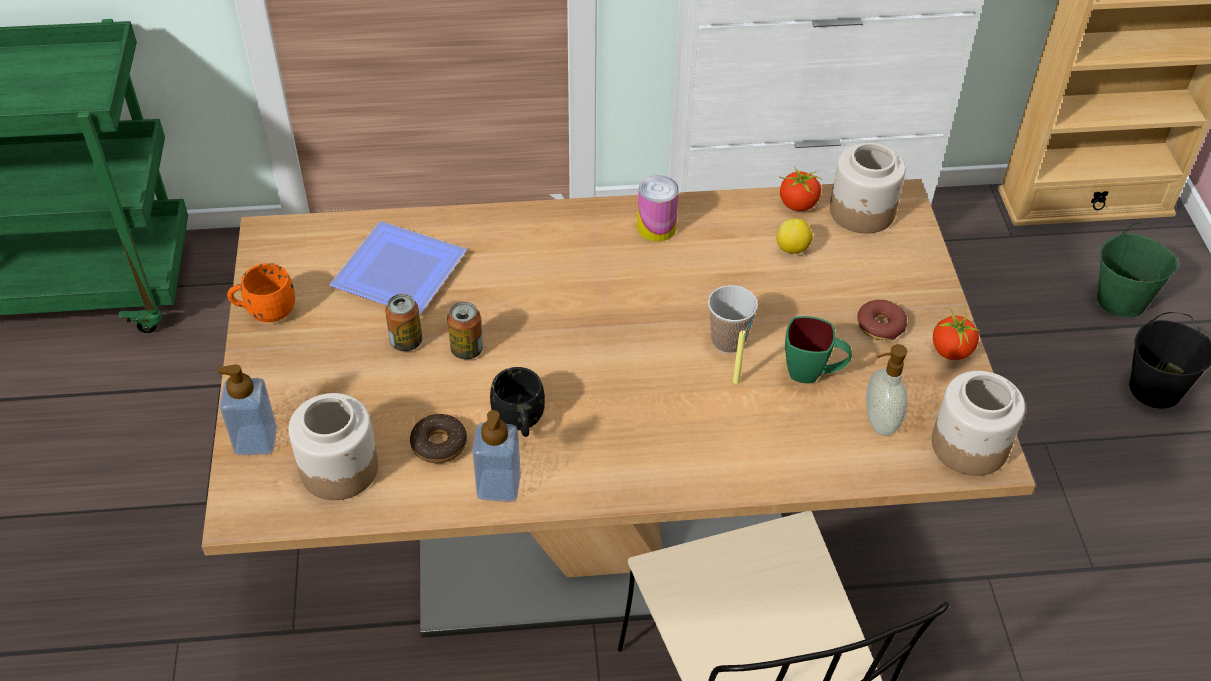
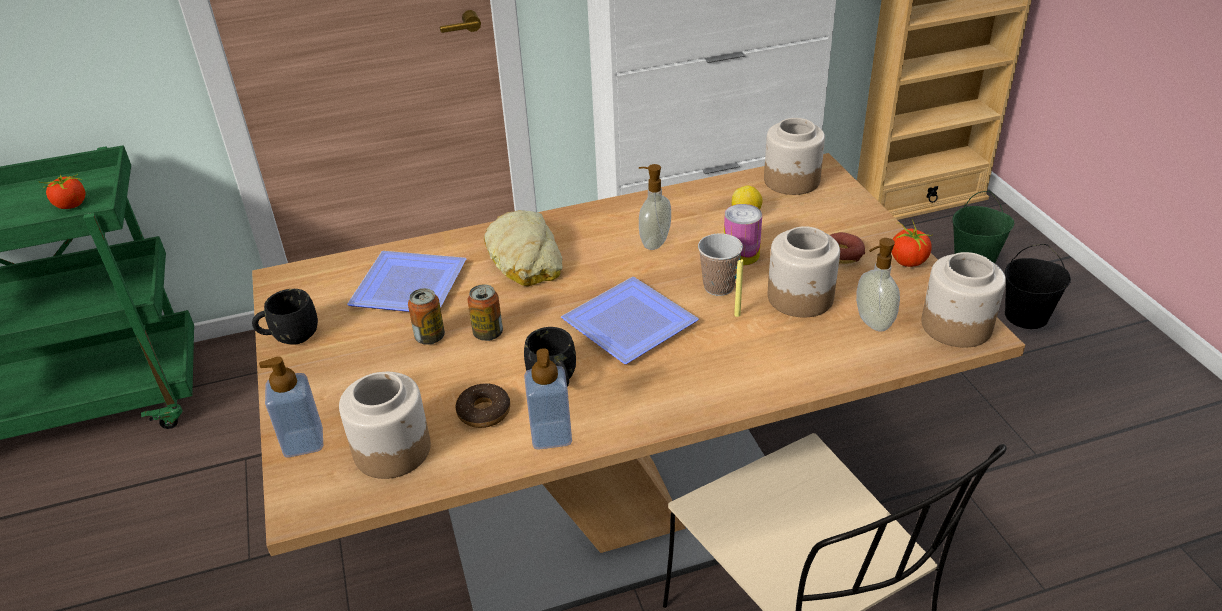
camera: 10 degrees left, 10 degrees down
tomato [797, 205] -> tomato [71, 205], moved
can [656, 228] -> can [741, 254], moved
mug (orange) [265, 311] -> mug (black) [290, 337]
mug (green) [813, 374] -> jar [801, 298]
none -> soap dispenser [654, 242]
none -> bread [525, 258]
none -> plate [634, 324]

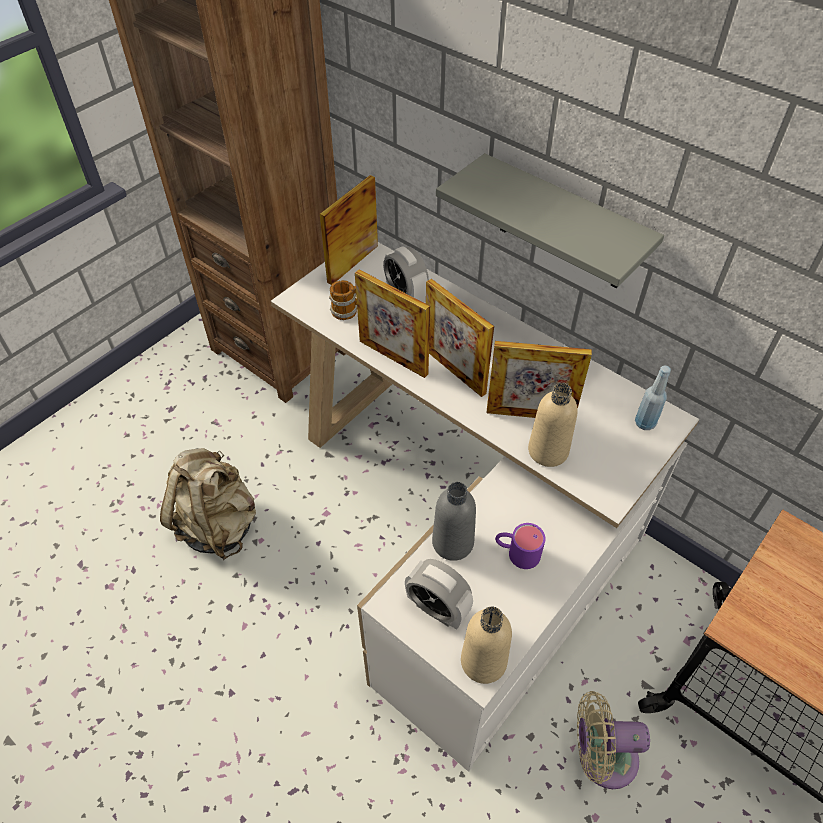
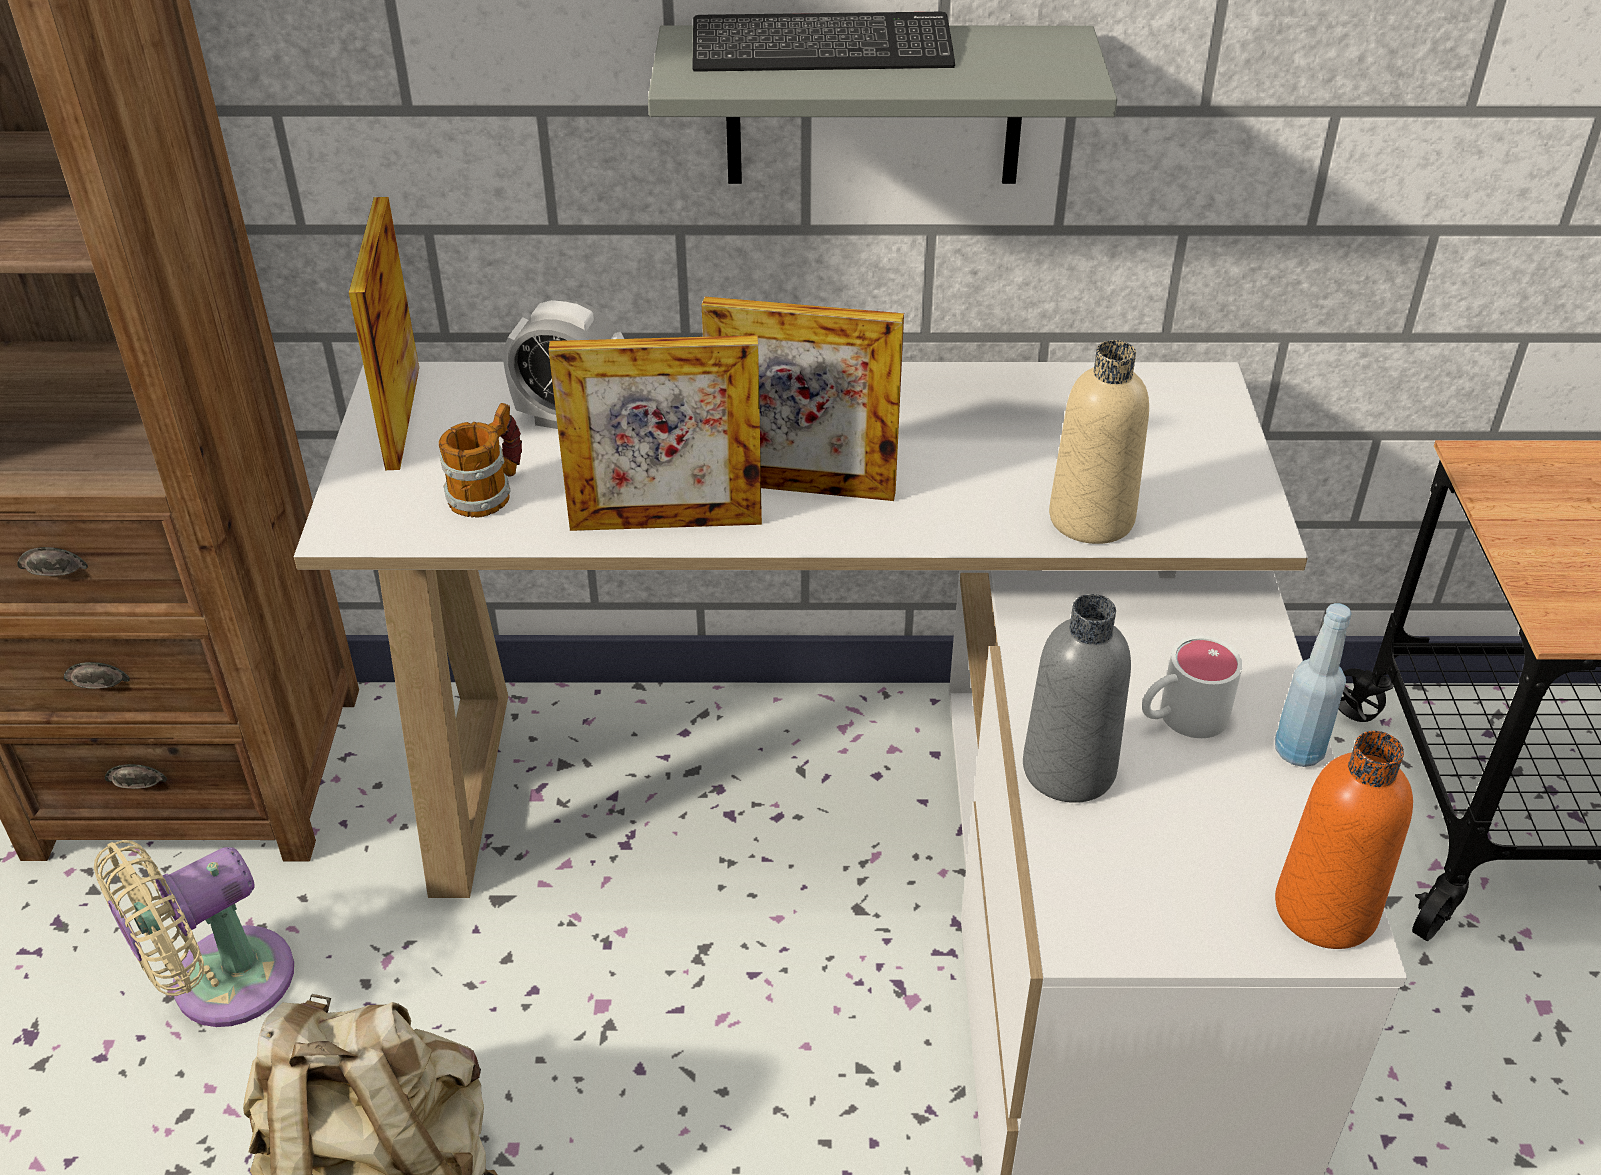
camera: 40 degrees left, 10 degrees down
picture frame [530, 414] -> none
bottle (blue) [644, 423] -> bottle (blue) [1298, 751], moved
mug (purple) [517, 552] -> mug (white) [1180, 718]
alarm clock [437, 608] -> none
bottle (beige) [483, 661] -> bottle (orange) [1325, 910]
fan (beige) [601, 757] -> fan (beige) [220, 984], moved
none -> keyboard [822, 50]

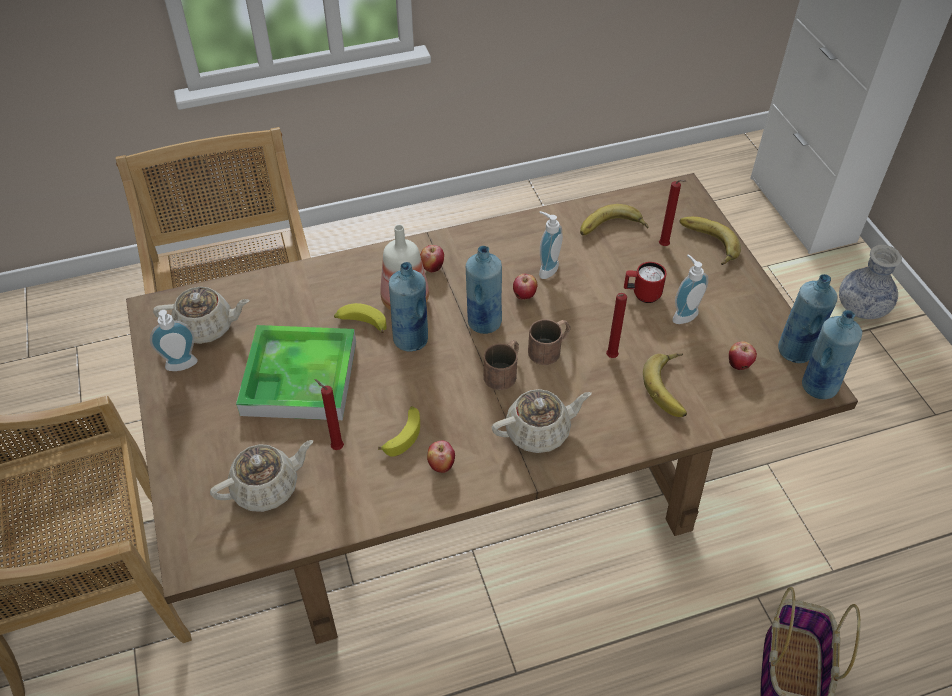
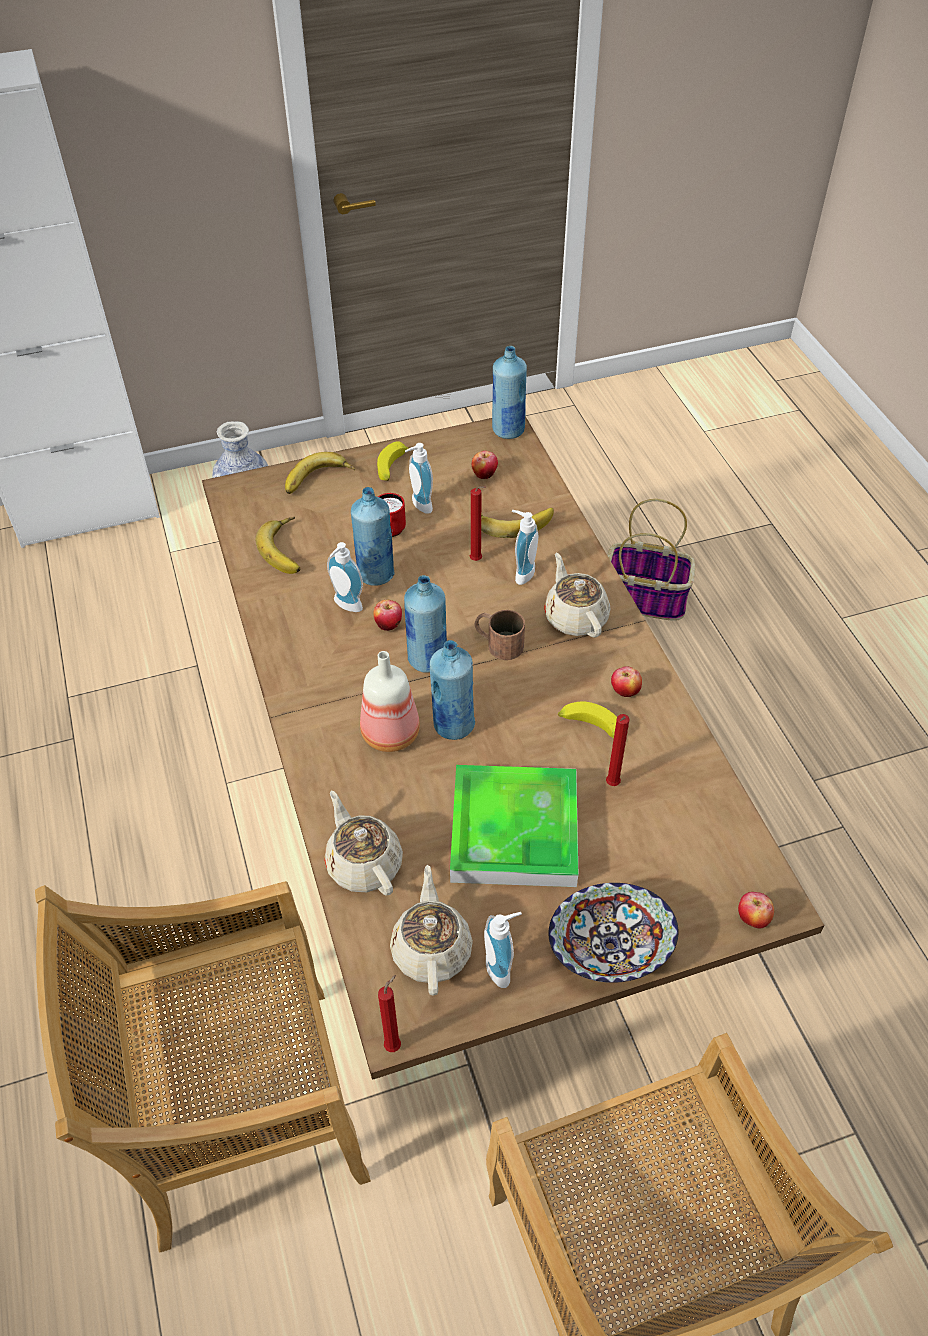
camera: 90 degrees left, 0 degrees up
candle (red) [665, 246] -> candle (red) [395, 1044], moved
apple [432, 267] -> apple [752, 919], moved
bottle (blue) [795, 351] -> bottle (blue) [376, 574], moved
banana [361, 323] -> banana [392, 468], moved
mug (brown) [550, 348] -> none
teapot (beige) [267, 487] -> teapot (beige) [363, 863], moved
none -> soap dispenser [521, 573]
none -> bowl [609, 946]

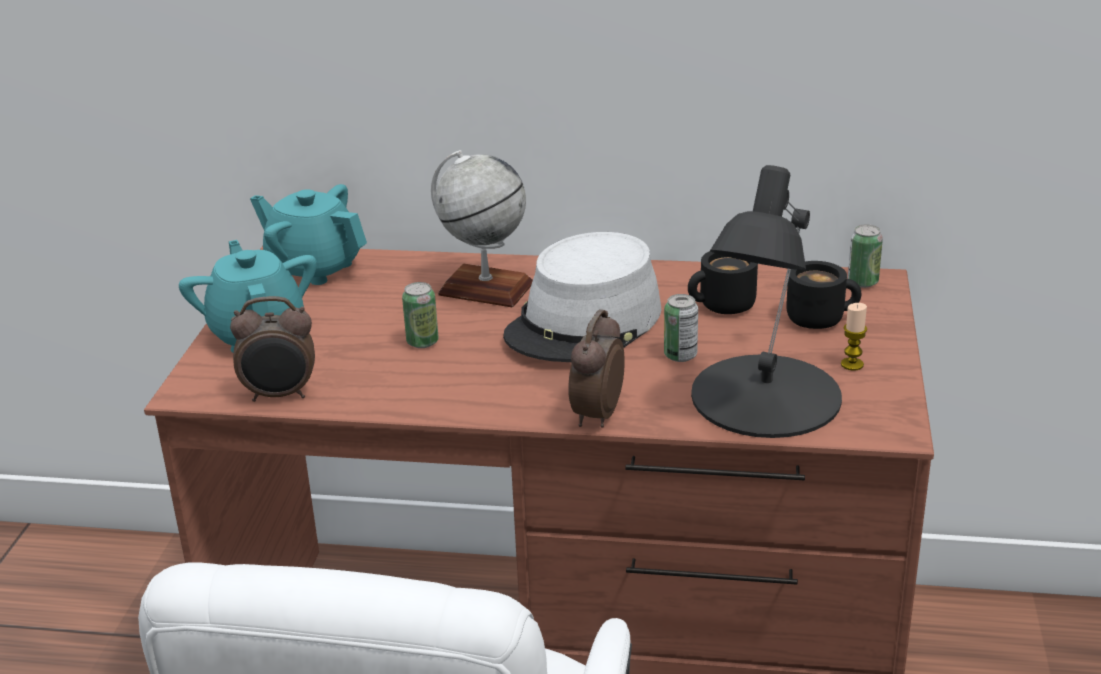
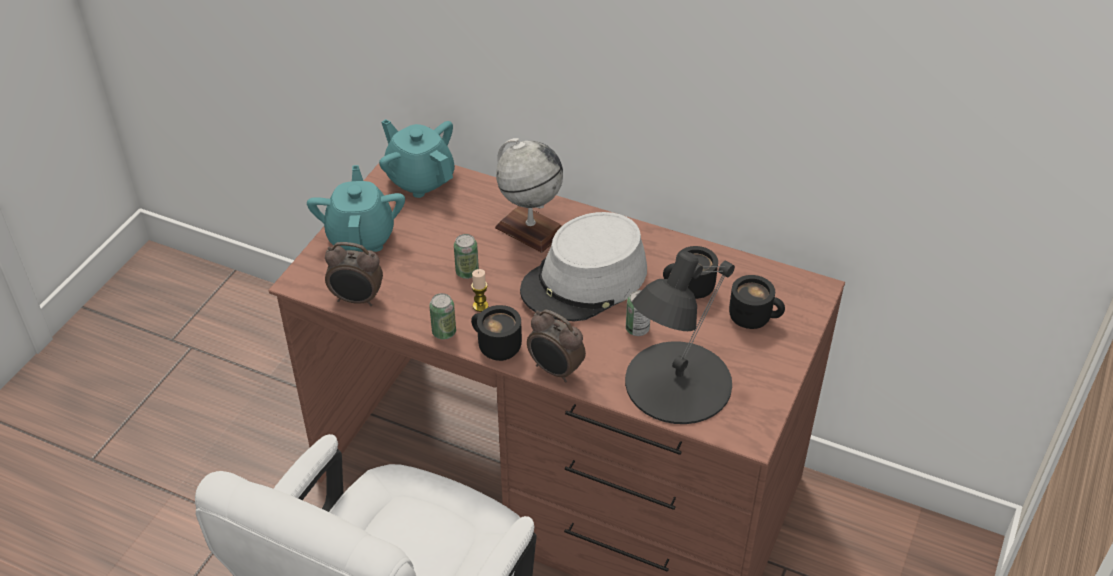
camera: 15 degrees right, 15 degrees up
can [862, 282] -> can [444, 332], moved
candle [852, 364] -> candle [480, 306], moved
alarm clock [596, 415] -> alarm clock [555, 371], 90 degrees counterclockwise
none -> mug (black) [495, 347]

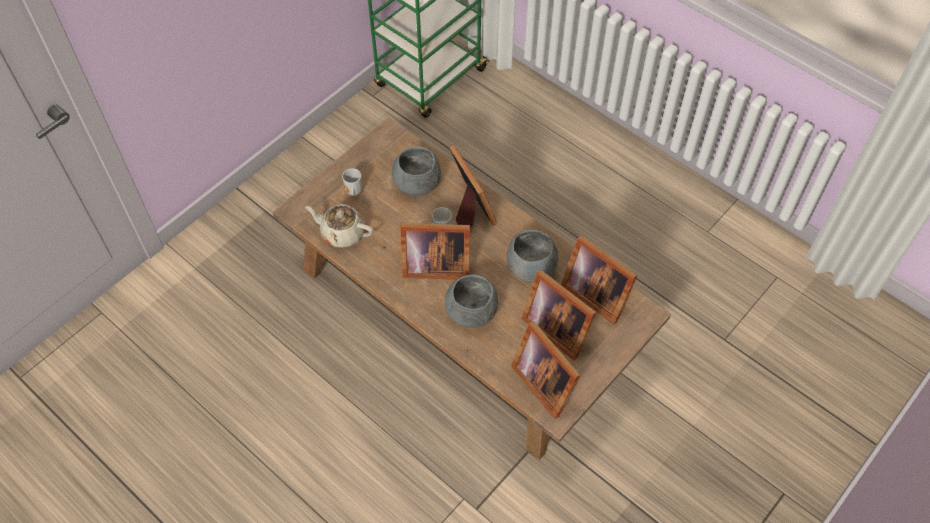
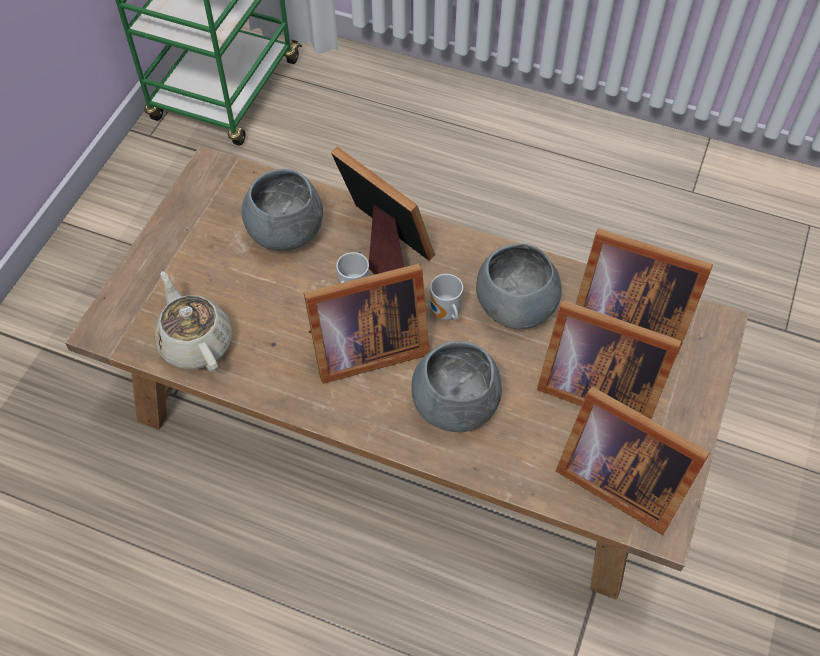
camera: 20 degrees left, 0 degrees up
mug [353, 192] -> mug [445, 314], moved
teapot (beige) [342, 233] -> teapot (beige) [196, 342], 60 degrees clockwise

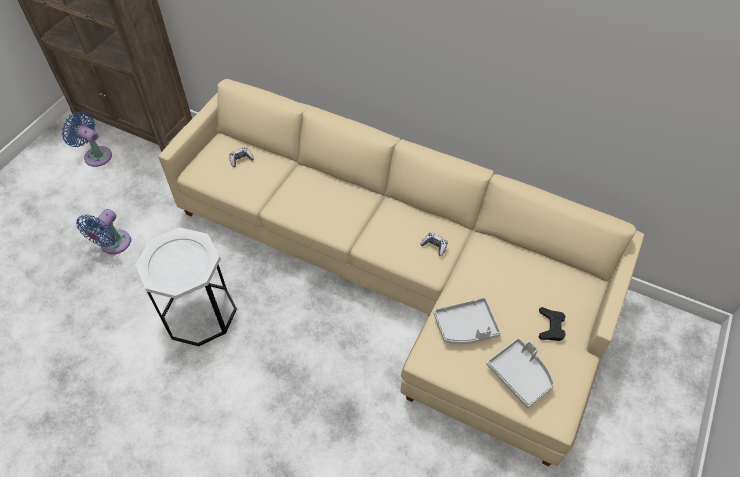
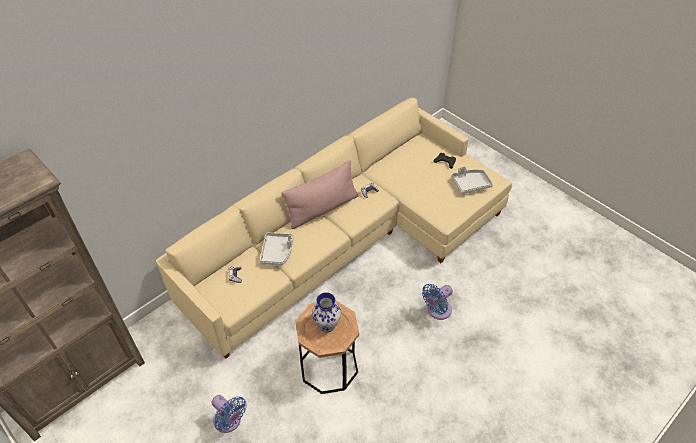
camera: 70 degrees left, 5 degrees down
fan (blue) [96, 155] -> fan (blue) [437, 311], moved
side table (white) [199, 313] -> side table (brown) [329, 366]
tray (grey) [466, 327] -> tray (grey) [277, 252], moved
none -> pillow (pink) [322, 209]
none -> vase [327, 325]

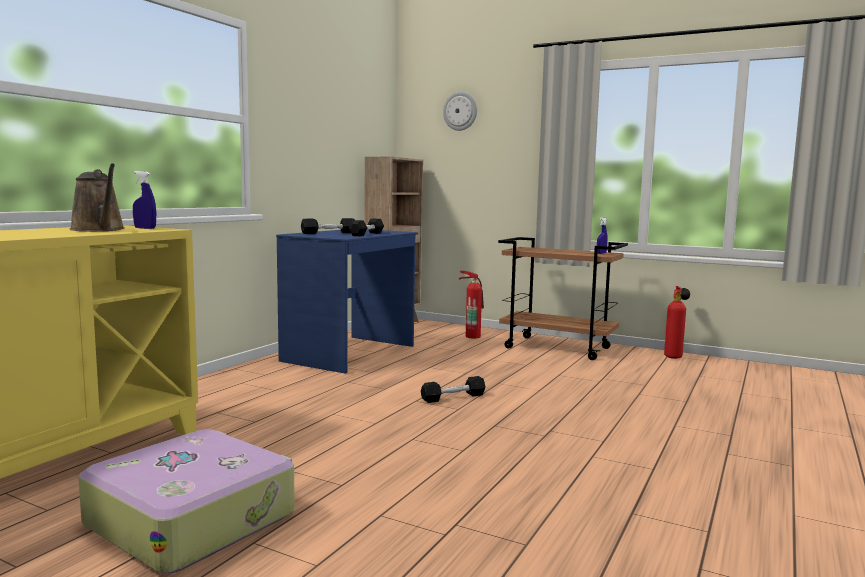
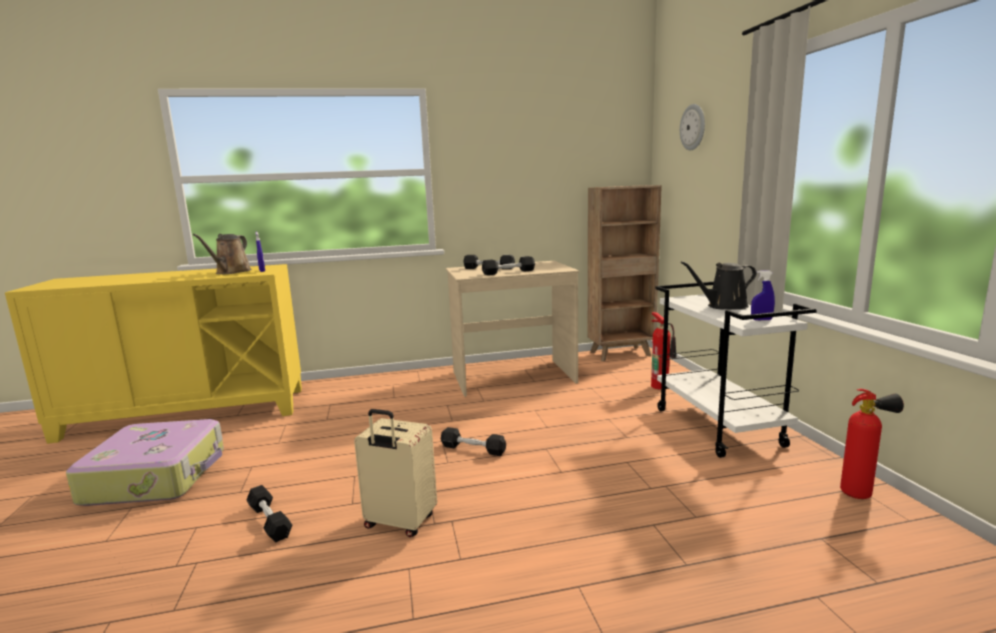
camera: 50 degrees right, 5 degrees up
desk (blue) [350, 353] -> desk (beige) [513, 377]
cart (brown) [558, 348] -> cart (white) [719, 427]
none -> watering can (black) [723, 306]
none -> suitcase (beige) [399, 523]
none -> dumbbell (black) [269, 521]

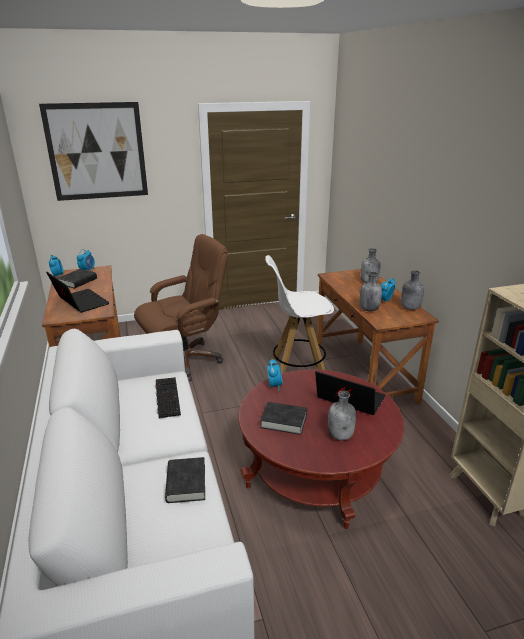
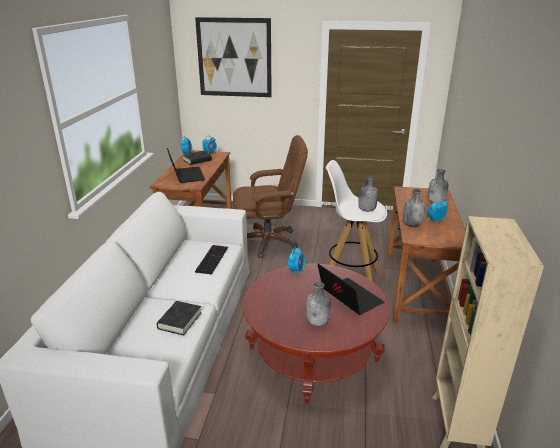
camera: 25 degrees right, 0 degrees up
bottle (grey) [409, 308] -> bottle (grey) [366, 210], moved
book (black) [284, 421] -> none

